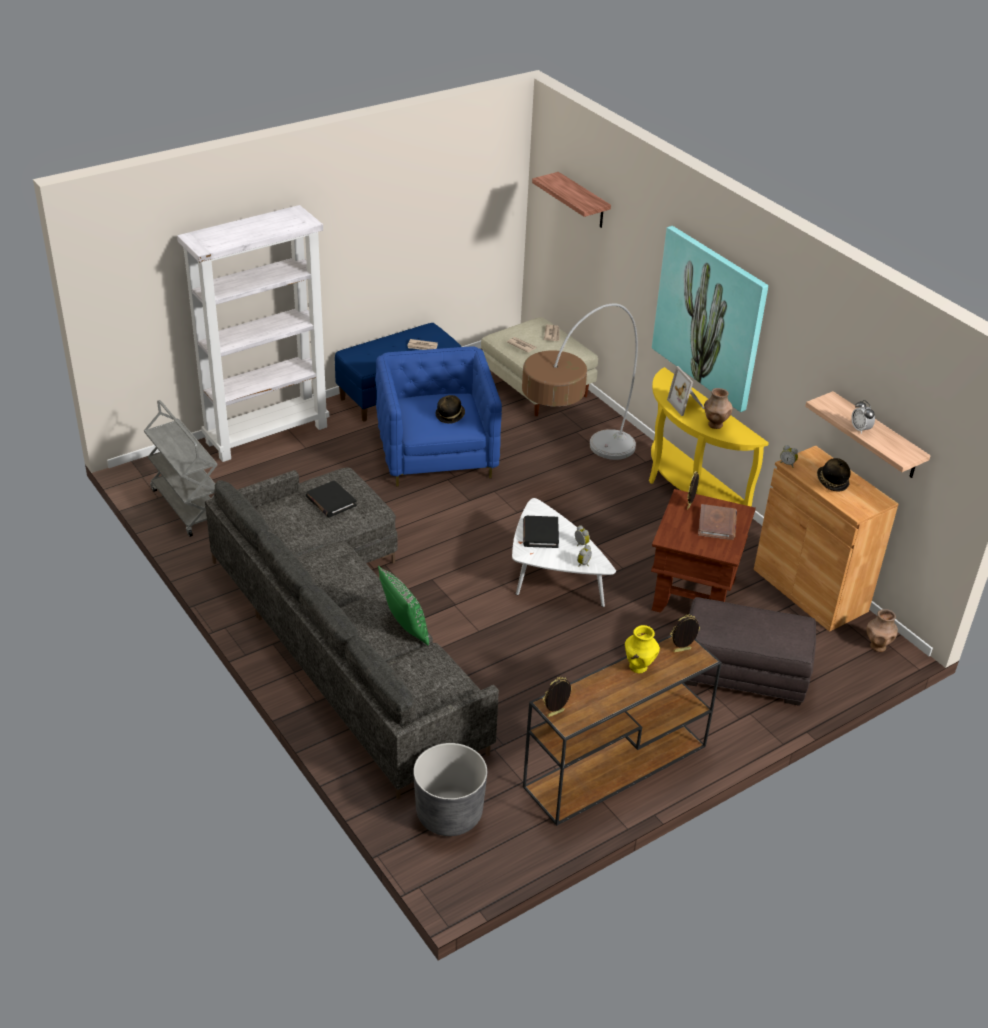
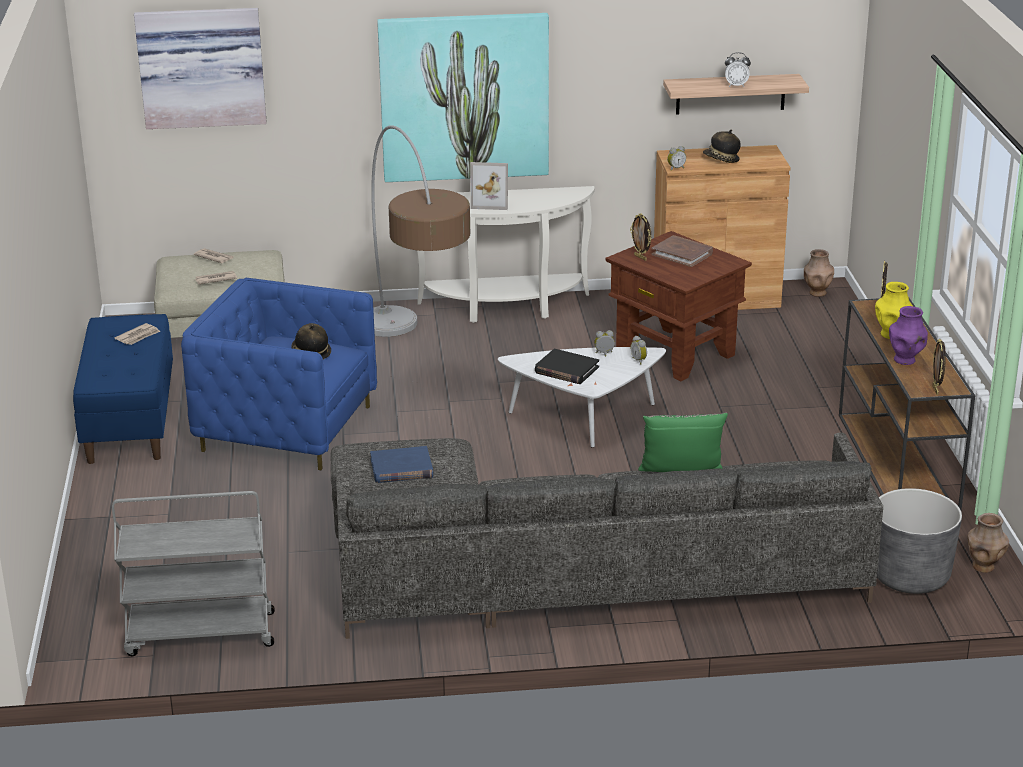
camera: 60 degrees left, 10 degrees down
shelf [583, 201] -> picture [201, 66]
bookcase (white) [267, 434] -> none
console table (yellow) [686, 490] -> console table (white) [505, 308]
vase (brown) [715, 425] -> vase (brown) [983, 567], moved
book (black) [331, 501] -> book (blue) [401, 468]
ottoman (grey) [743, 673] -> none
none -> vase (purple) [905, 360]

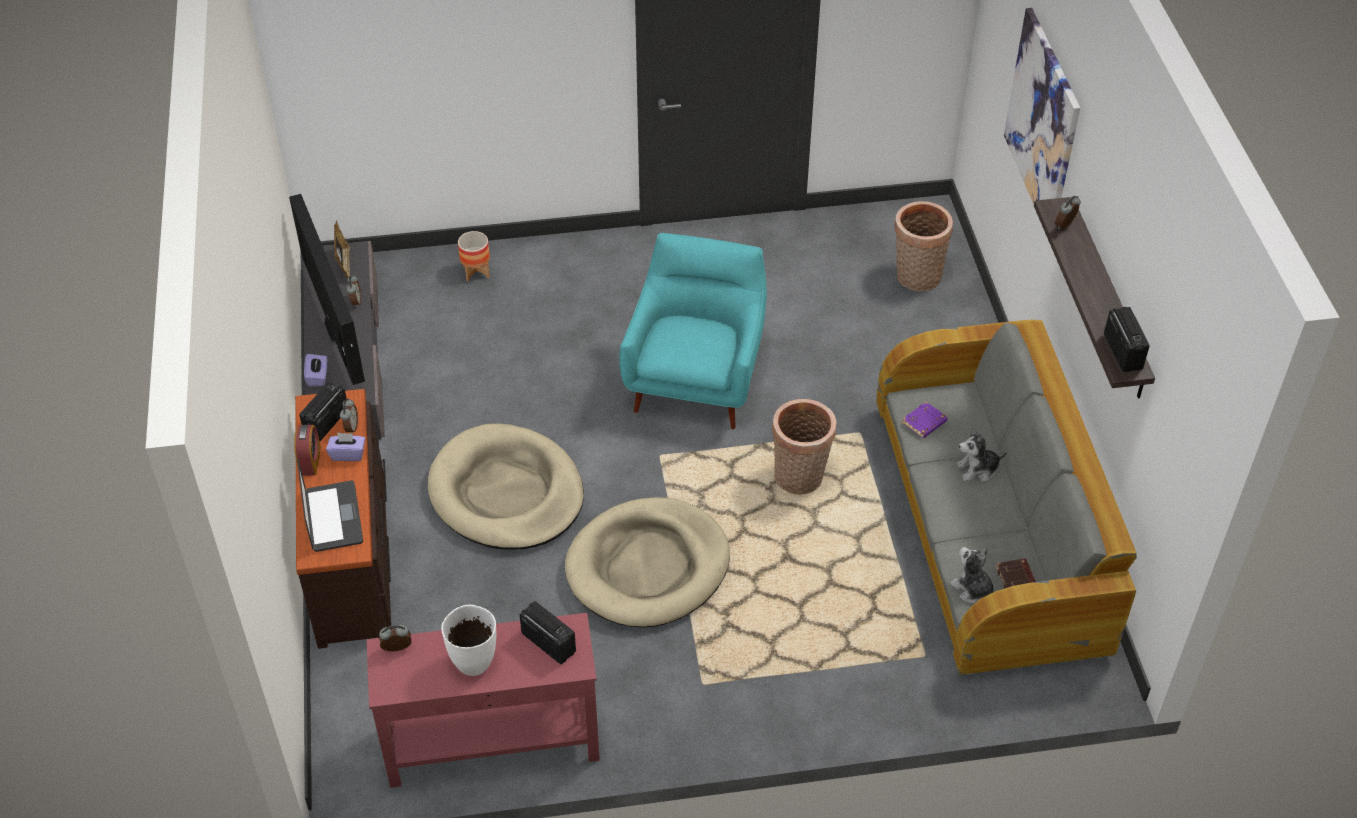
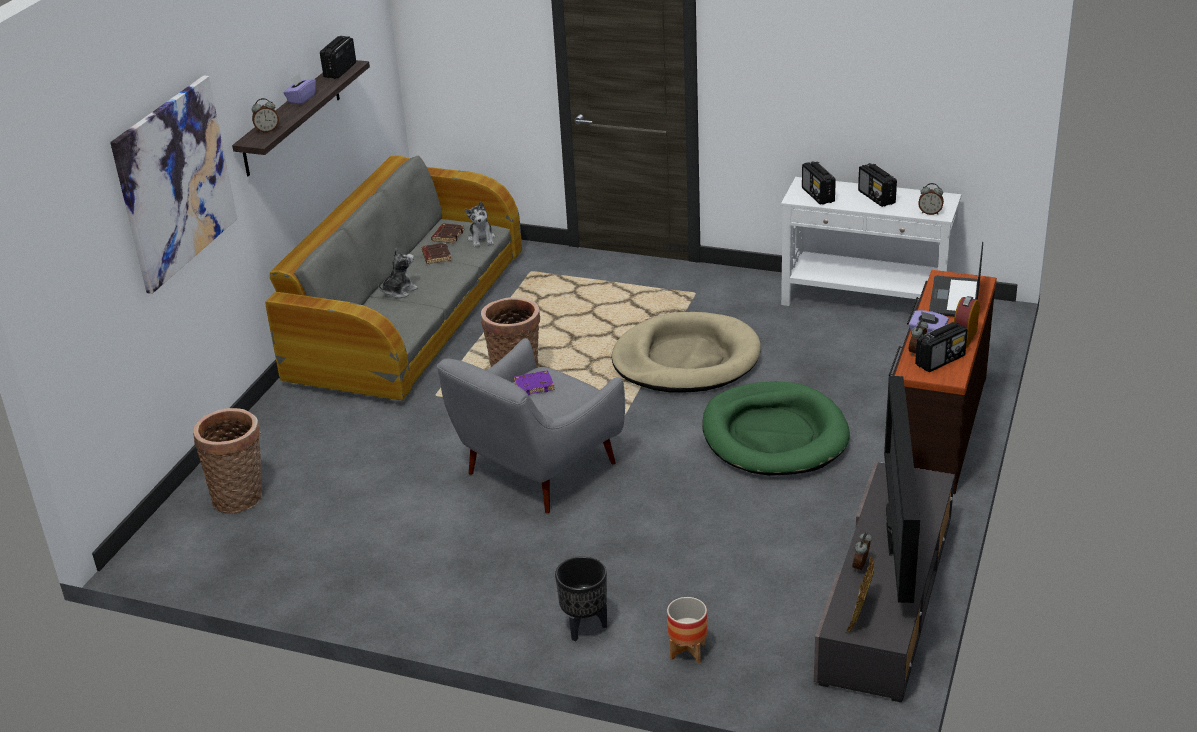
camera: 150 degrees left, 15 degrees down
armchair (turquoise) [696, 380] -> armchair (grey) [536, 472]
tissue box (purple) [318, 377] -> tissue box (purple) [301, 99], moved
book (purple) [924, 423] -> book (purple) [534, 385], moved
dog bed (beige) [507, 493] -> dog bed (green) [774, 435]
plush toy [978, 469] -> plush toy [399, 291], 60 degrees counterclockwise
vase (white) [473, 662] -> radio [876, 197]
console table (red) [491, 741] -> console table (white) [867, 301]
none -> book (brown) [436, 256]
none -> planter (black) [584, 627]

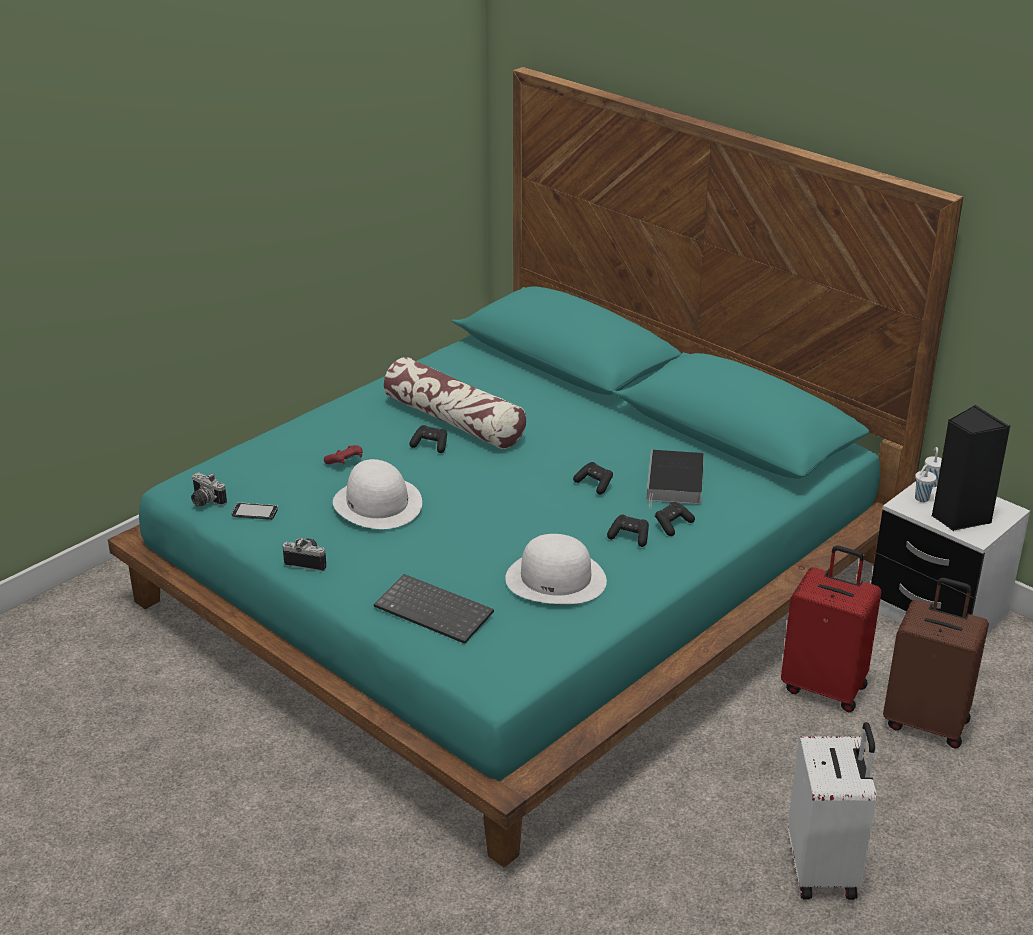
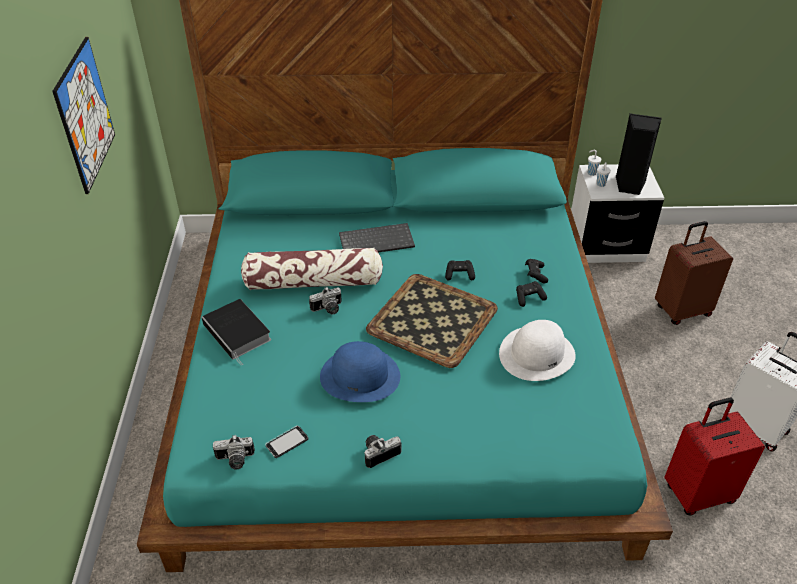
camera: 45 degrees left, 10 degrees up
game controller (black) [430, 445] -> photo camera [328, 309]
game controller (red) [345, 462] -> none
book [675, 483] -> book [238, 333], moved
hat (white) [378, 503] -> hat (blue) [360, 375]
suitcase (red) [825, 687] -> suitcase (red) [697, 493], moved
keyboard [436, 610] -> keyboard [377, 240], moved
none -> picture [85, 115]
none -> tray [432, 318]

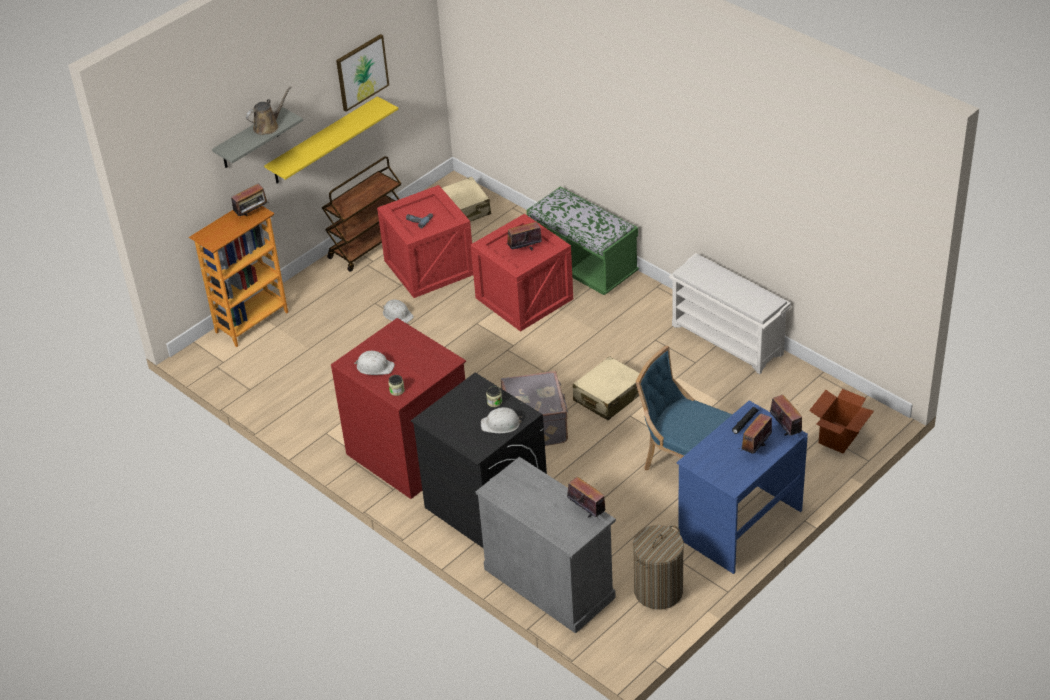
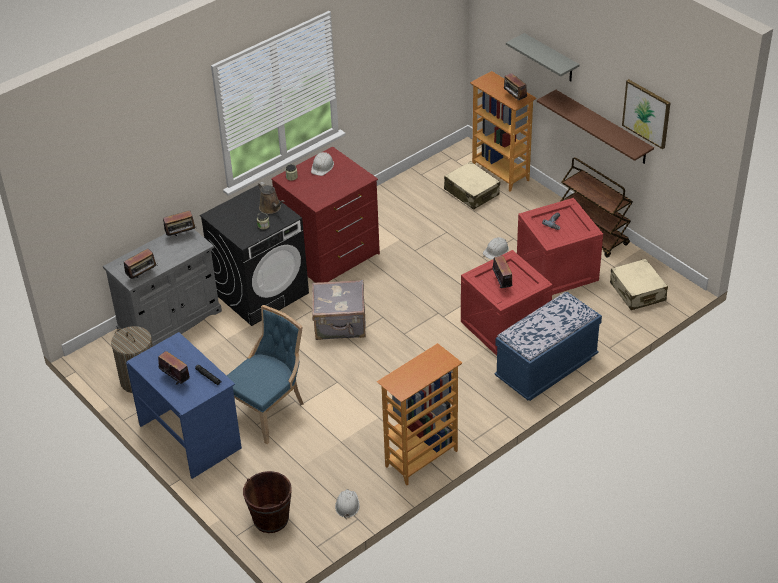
camera: 95 degrees right, 0 degrees up
watering can (brown) [268, 126] -> watering can (brown) [271, 208], moved
shelf (yellow) [323, 141] -> shelf (brown) [602, 127]
bench (green) [583, 266] -> bench (blue) [546, 368]
shoe rack (white) [728, 340] -> bookcase [422, 459]
suitcase (beige) [608, 397] -> suitcase (beige) [471, 192], moved
cardboard box [838, 438] -> bucket (brown) [271, 519]
radio [785, 429] -> radio [181, 235], moved
hard hat (white) [501, 424] -> hard hat (white) [347, 505], moved

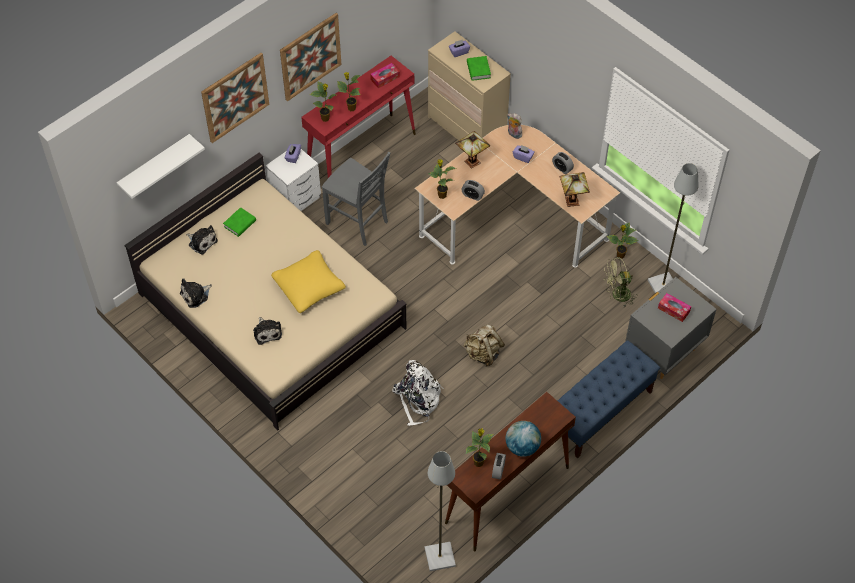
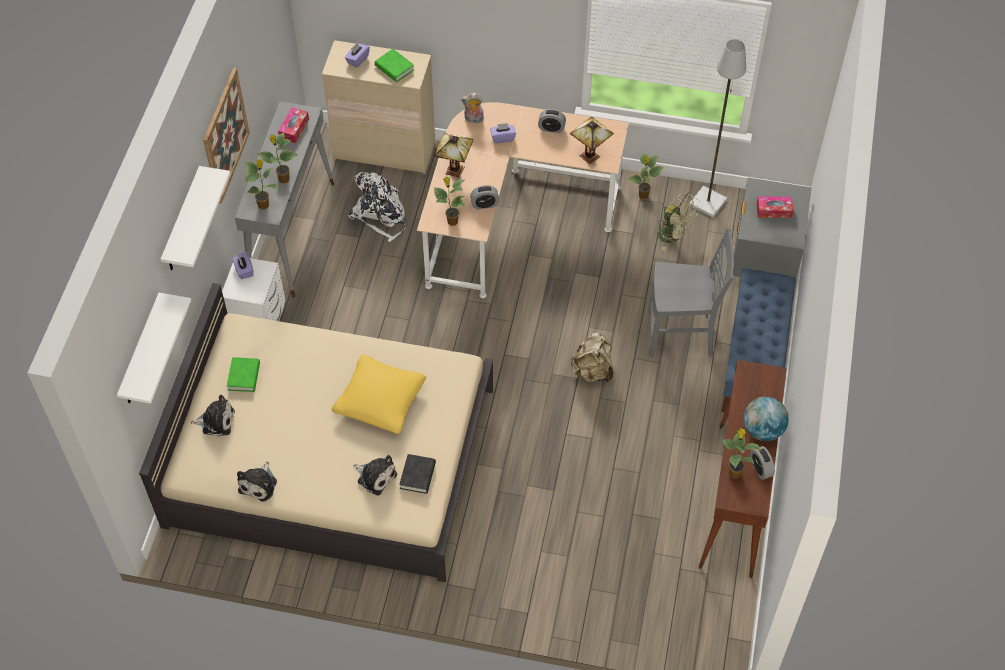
camera: 35 degrees left, 0 degrees up
picture [235, 97] -> shelf (white) [183, 222]
console table (red) [362, 153] -> console table (grey) [292, 234]
chair (grey) [358, 223] -> chair (grey) [681, 335], moved
fan (green) [617, 295] -> fan (green) [673, 237], 90 degrees counterclockwise
backpack (white) [418, 399] -> backpack (white) [380, 215], moved
floor lamp (grey) [439, 557] -> none
none -> book (black) [417, 476]

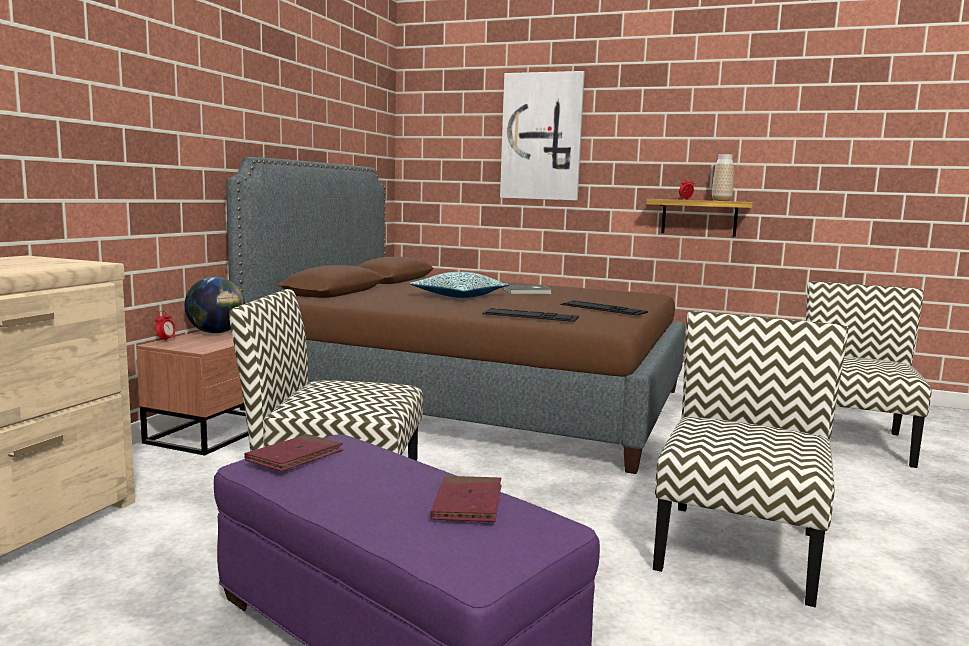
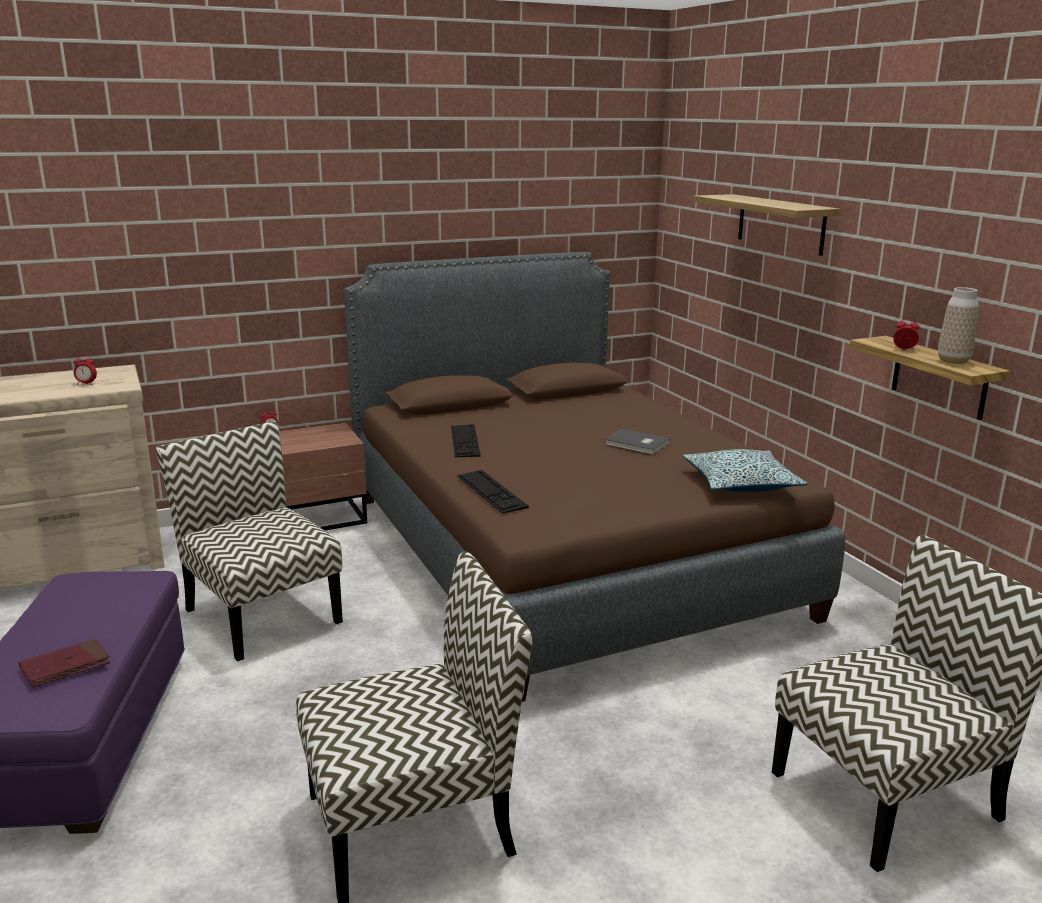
camera: 45 degrees right, 10 degrees up
picture [541, 136] -> shelf [780, 224]
pillow [459, 296] -> pillow [741, 483], moved
globe [216, 333] -> none
keyboard [602, 308] -> keyboard [465, 441], moved
book (red) [295, 457] -> none
none -> alarm clock [86, 384]

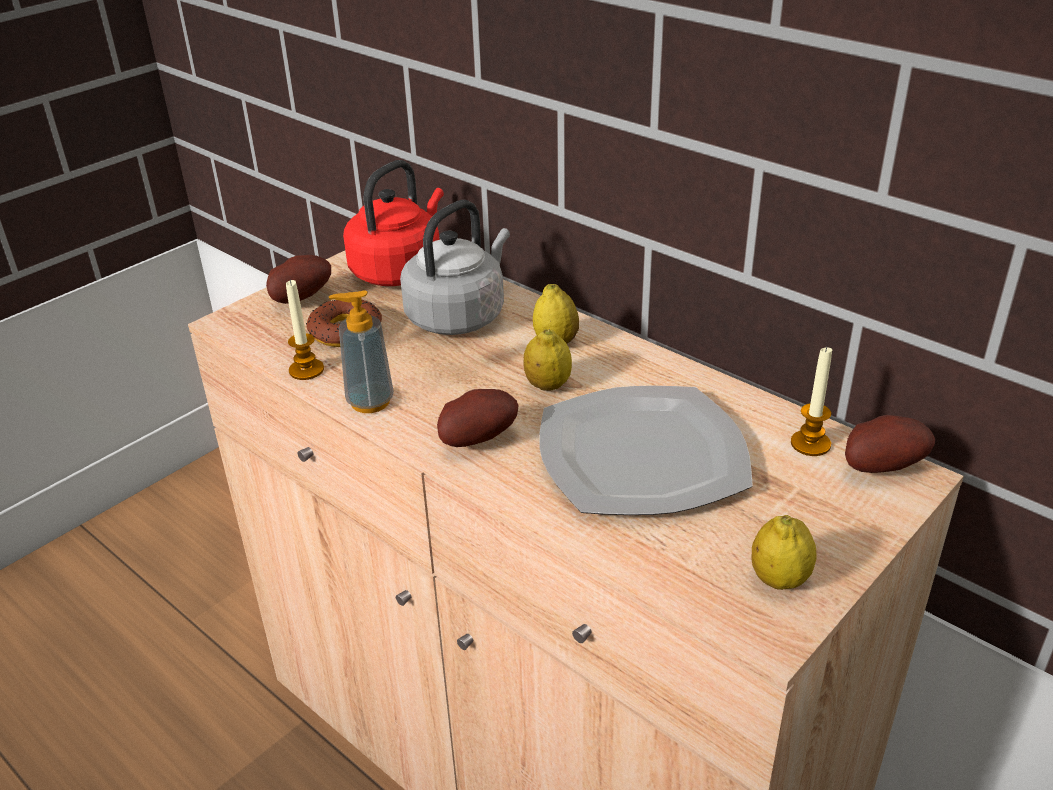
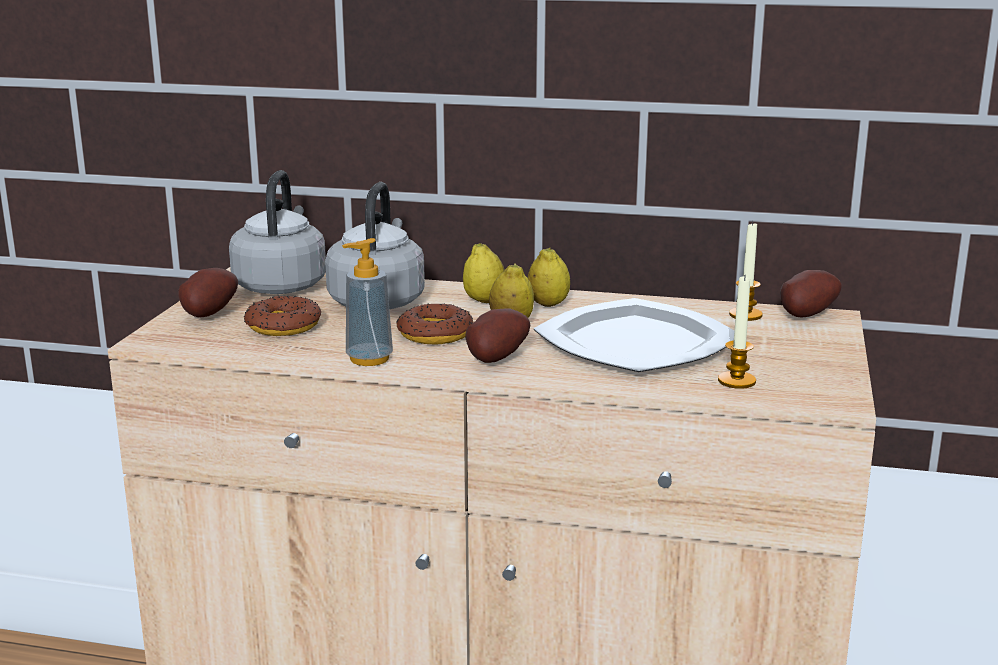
camera: 30 degrees left, 15 degrees down
kettle (red) [399, 270] -> kettle (grey) [281, 285]
candle [306, 370] -> candle [736, 381], moved
lemon [779, 579] -> lemon [548, 305], moved
none -> donut [435, 334]

